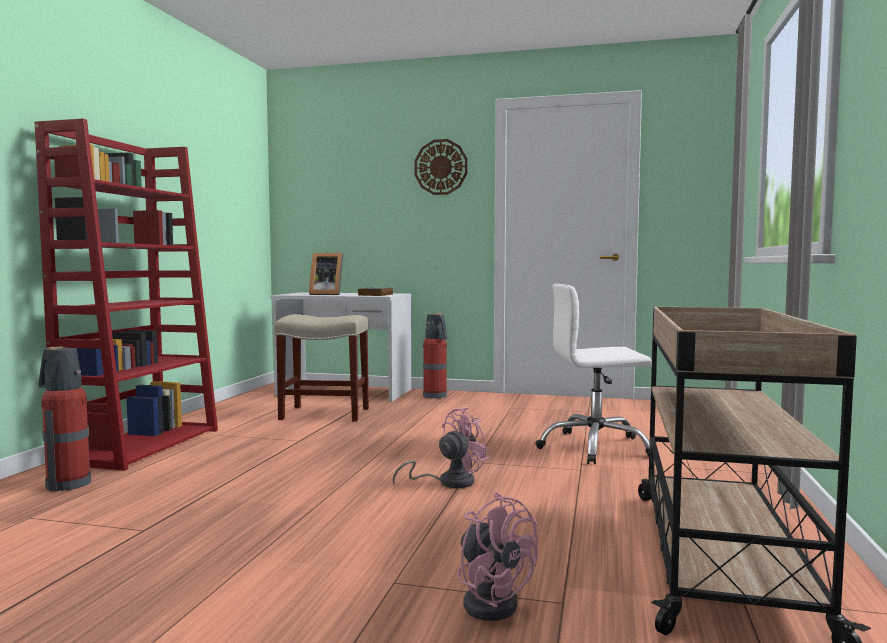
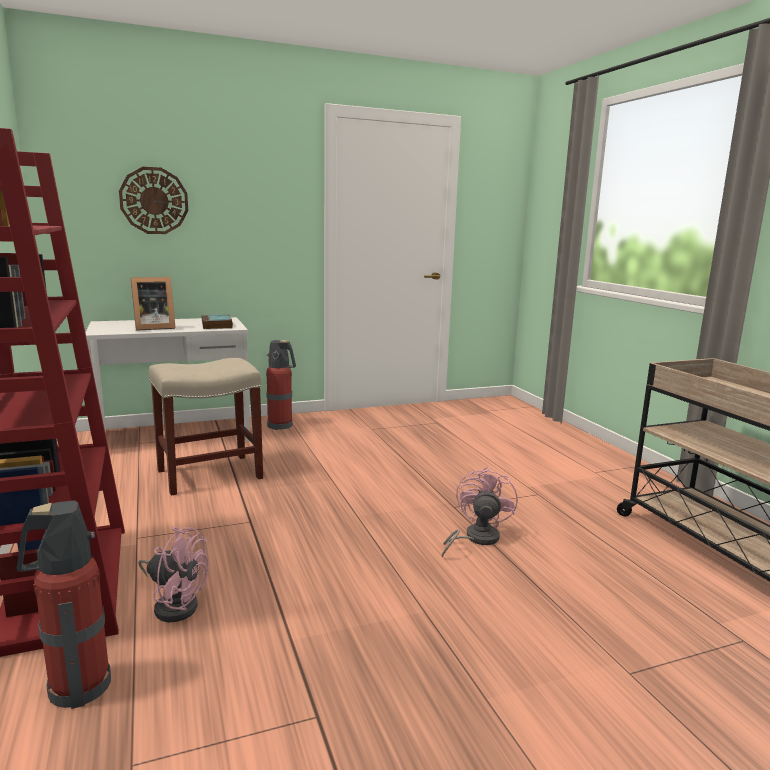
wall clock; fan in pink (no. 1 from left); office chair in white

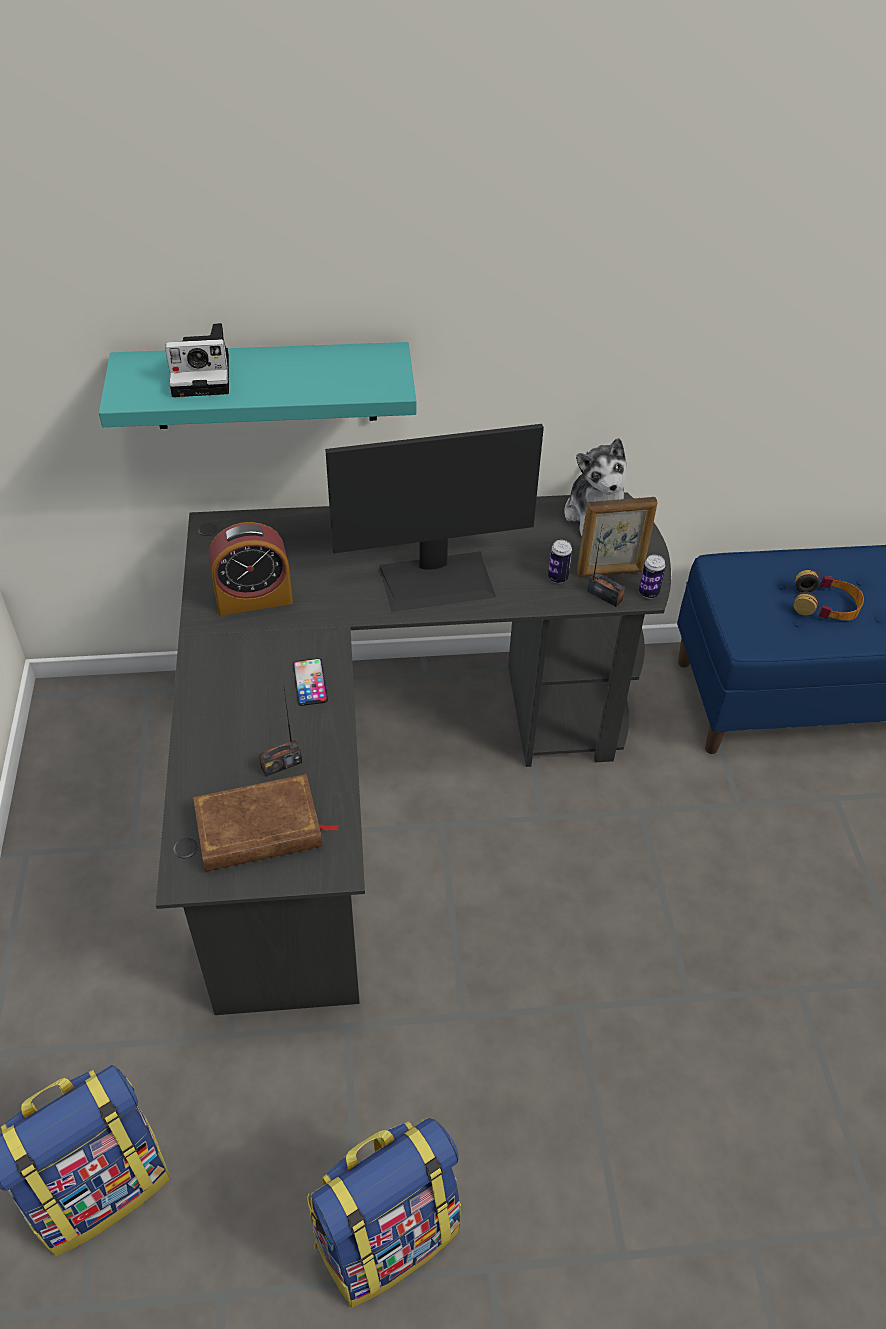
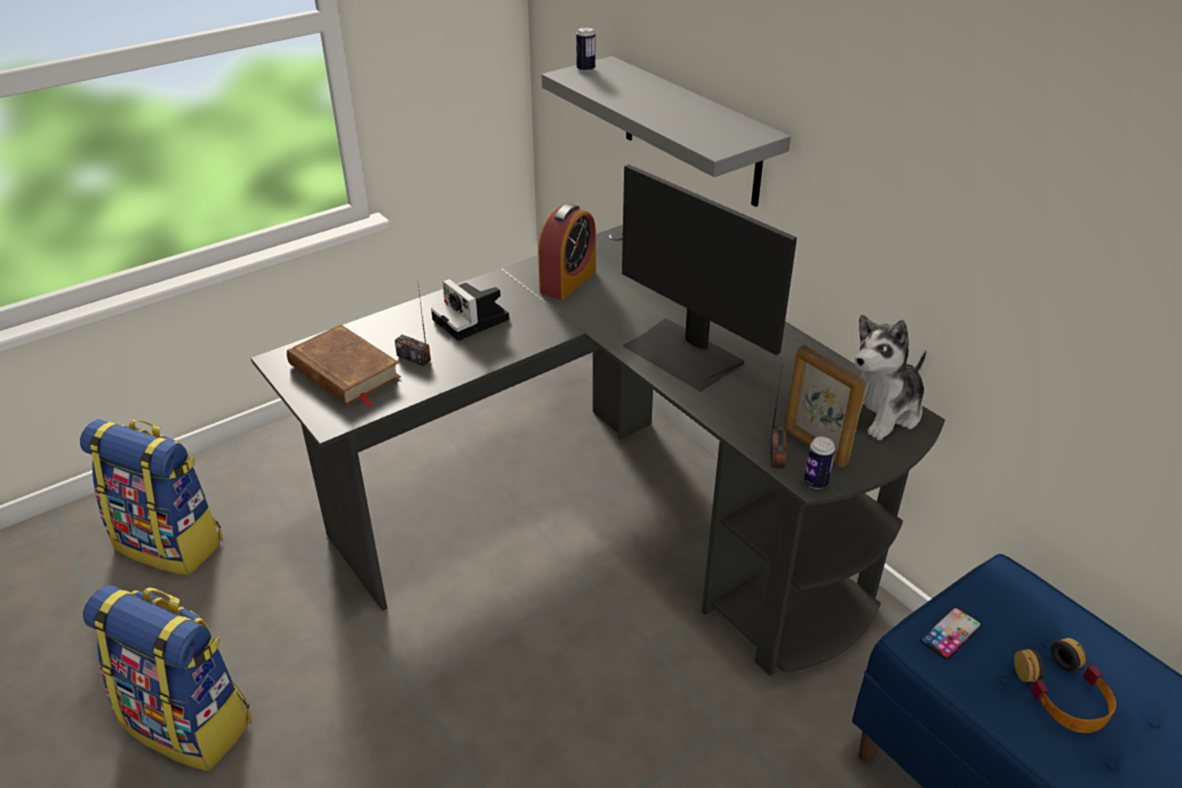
photo camera; alarm clock; shelf in grey; can (no. 1 from left); phone

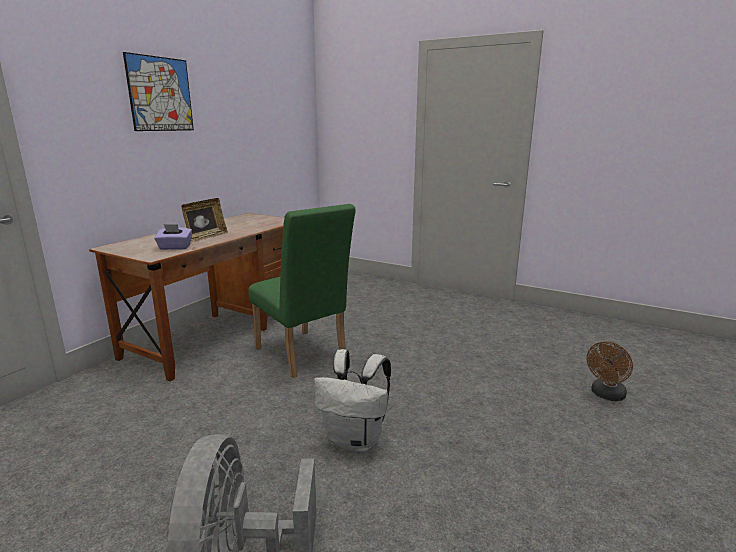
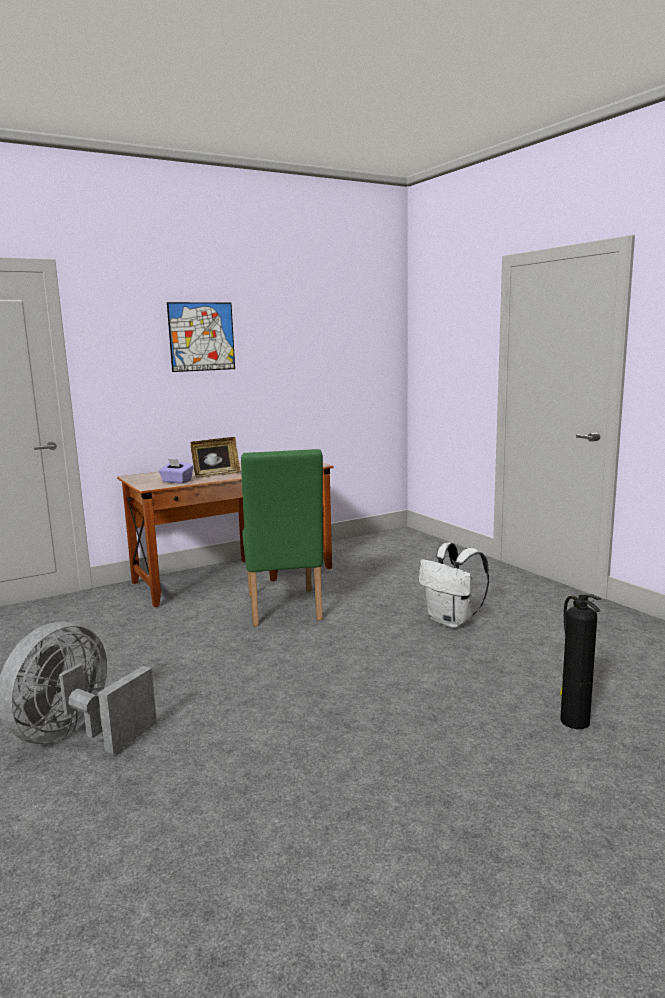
backpack in white; fire extinguisher

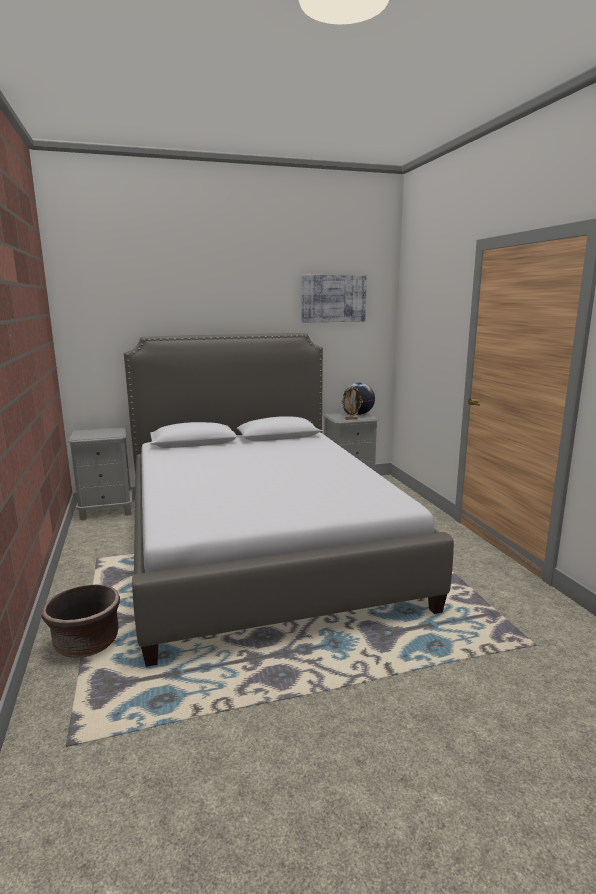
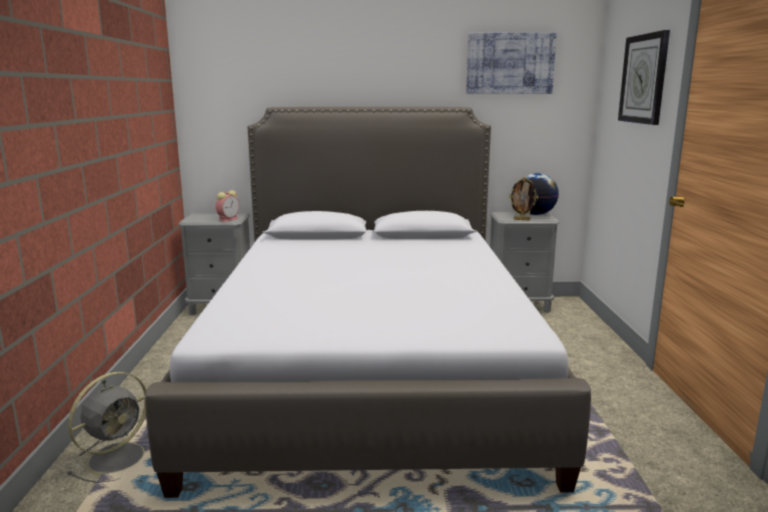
fan in grey; alarm clock; wall clock

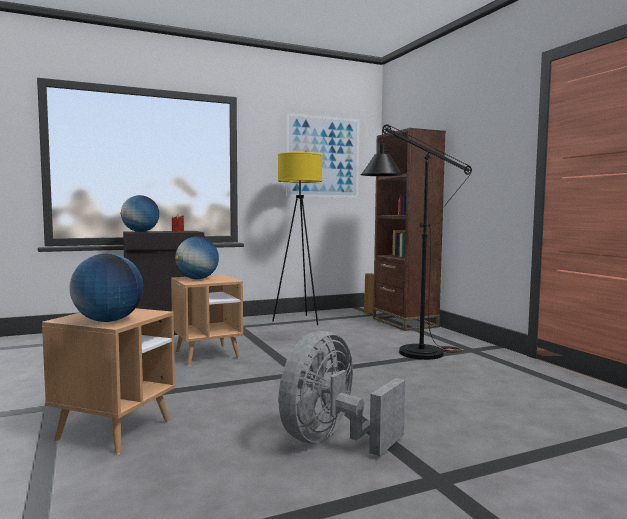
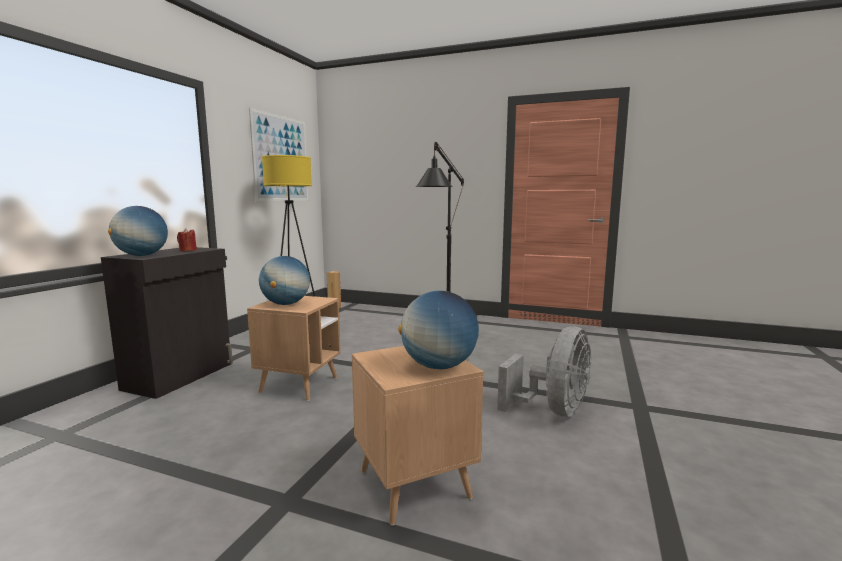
fan in grey; bookcase in brown

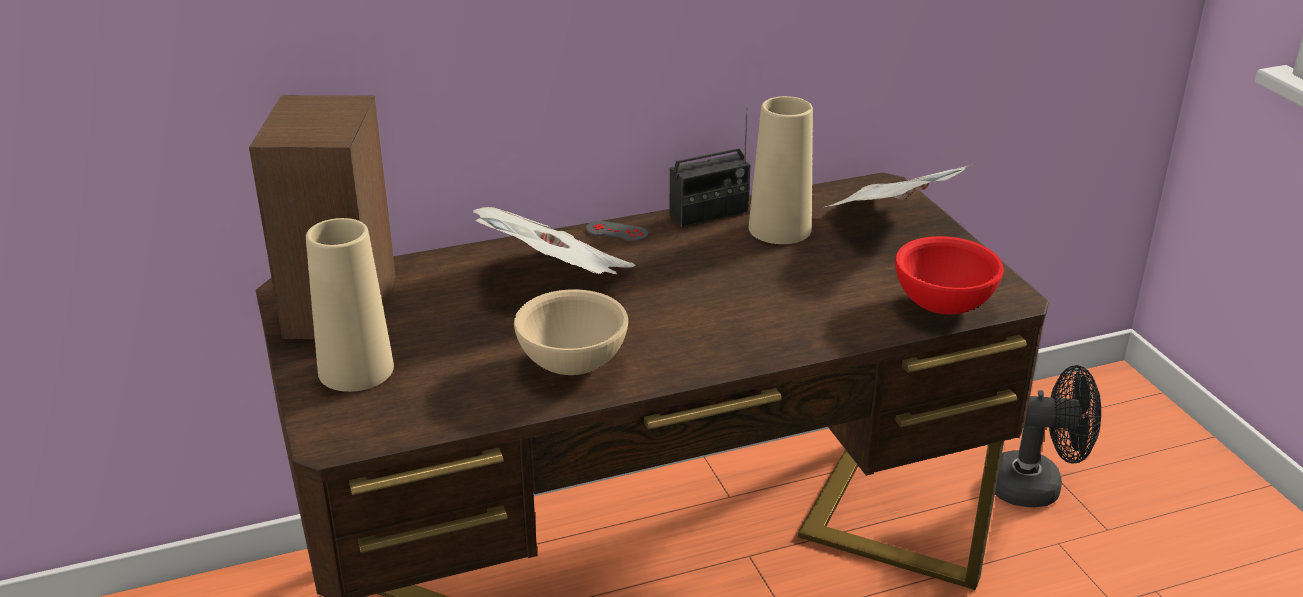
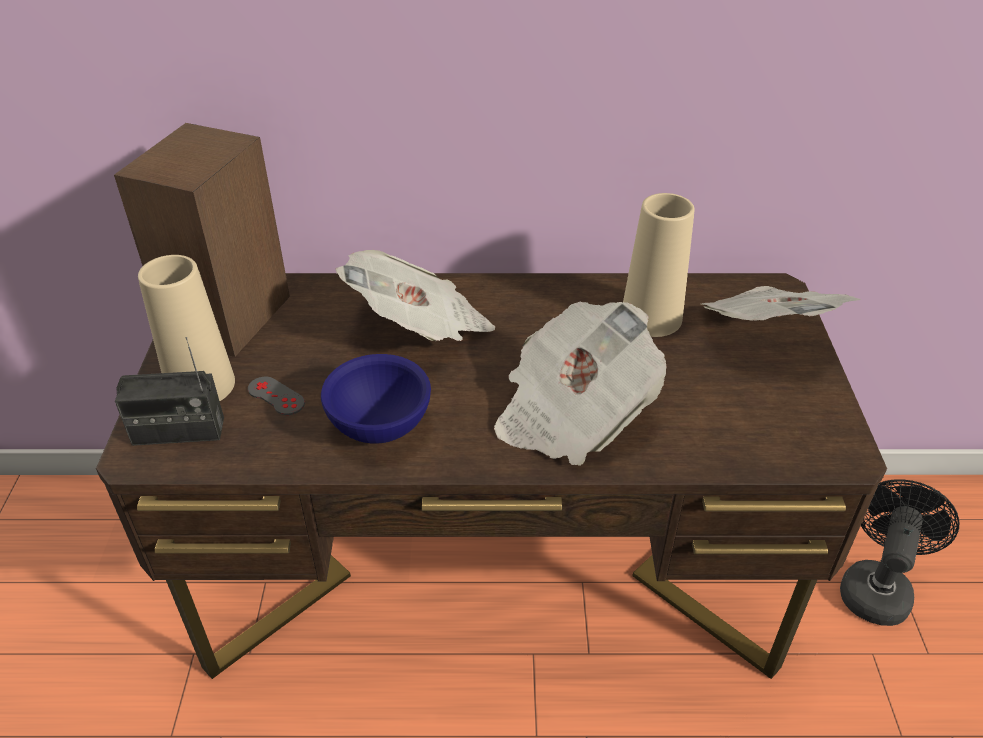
radio; game controller in grey; bowl in blue; newspaper (no. 2 from left); fan in black; bowl in red

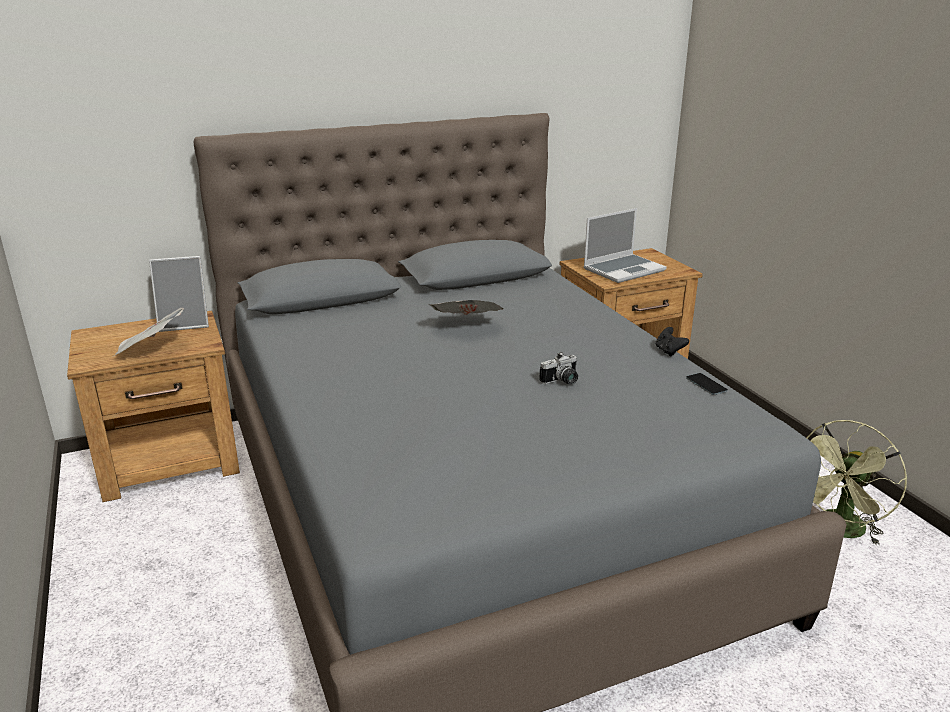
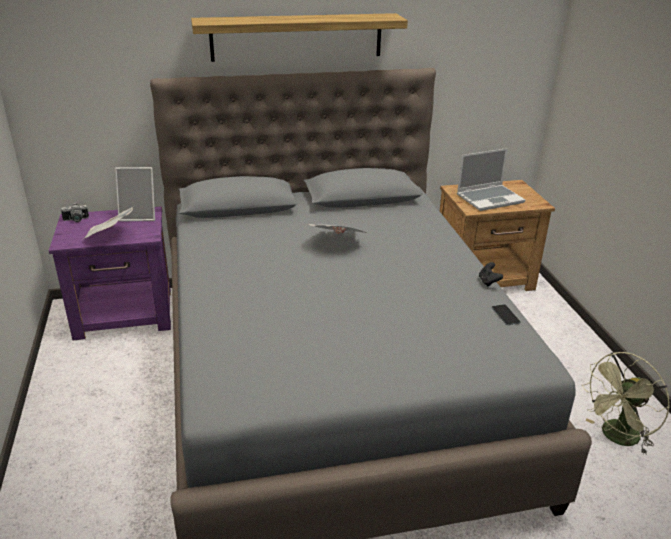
nightstand in purple; photo camera; shelf

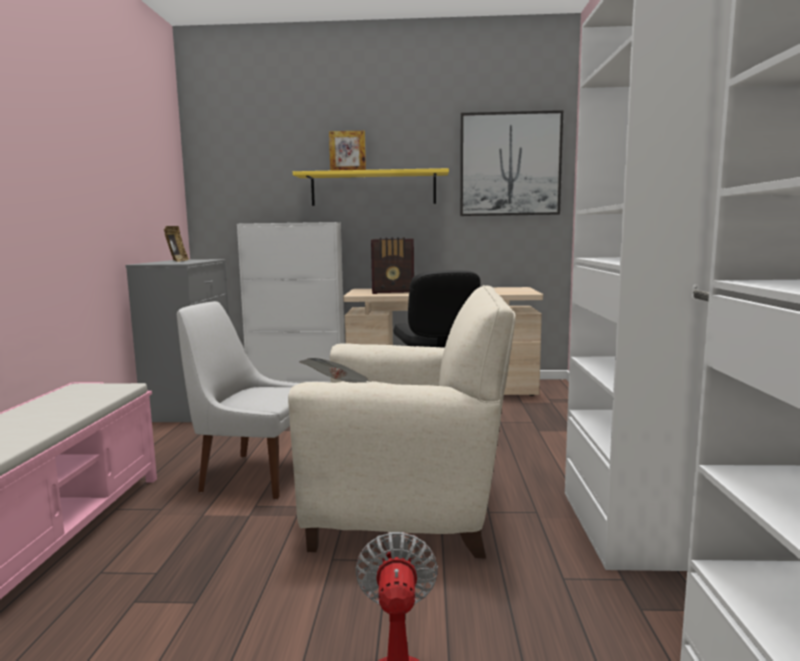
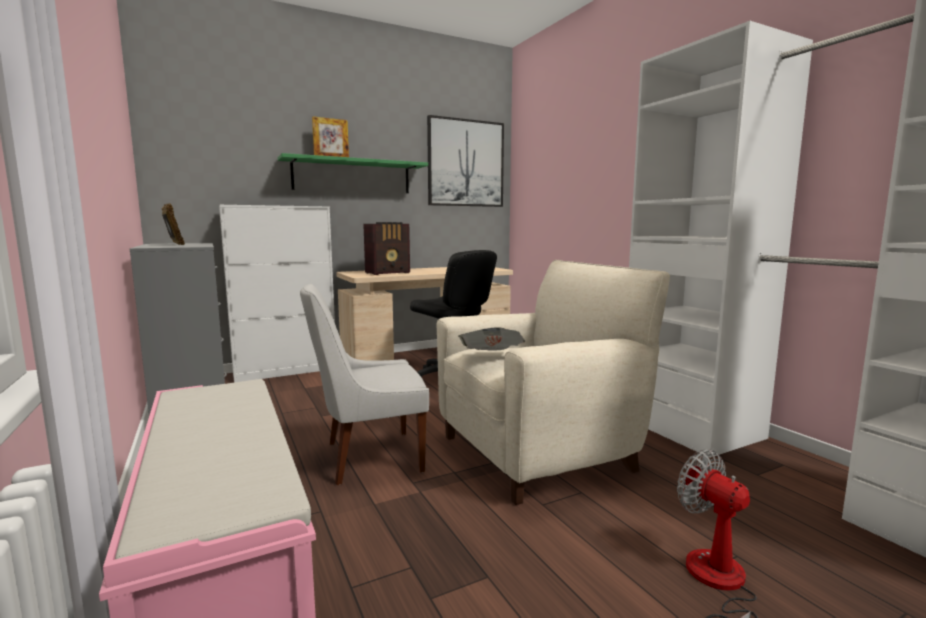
shelf in green

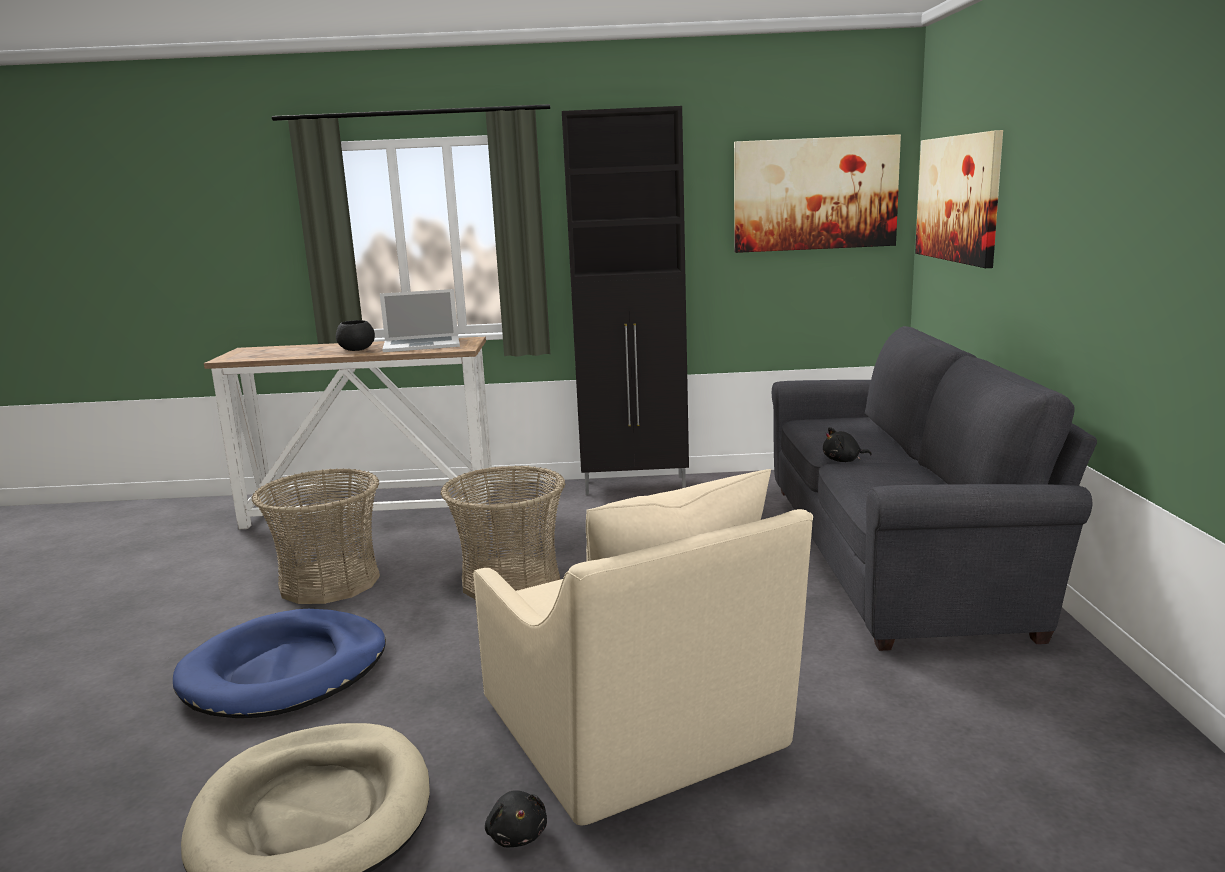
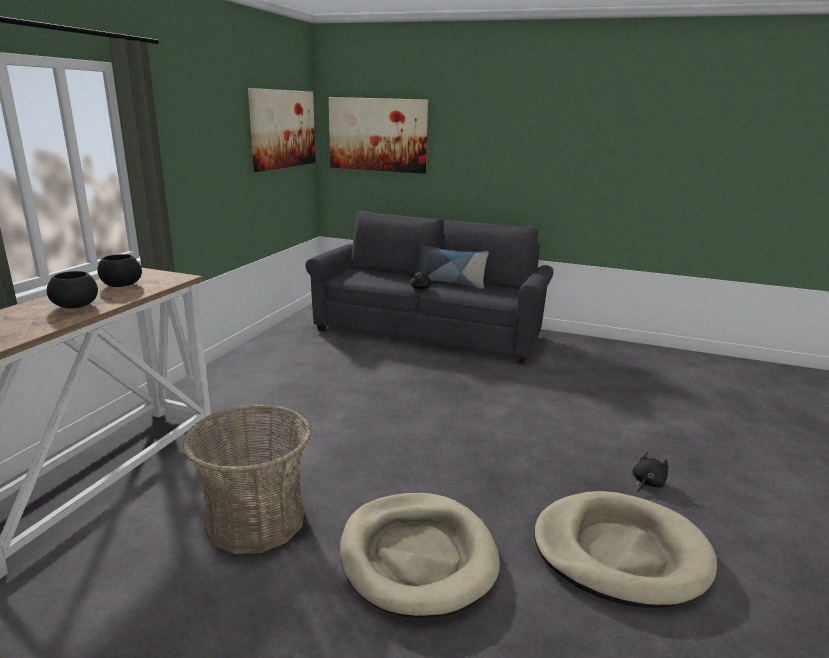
bowl in black (no. 2 from left); dog bed in beige (no. 1 from left); pillow; plush toy in black (no. 2 from left); basket (no. 2 from left in the first image); armchair in beige; cabinet in black

